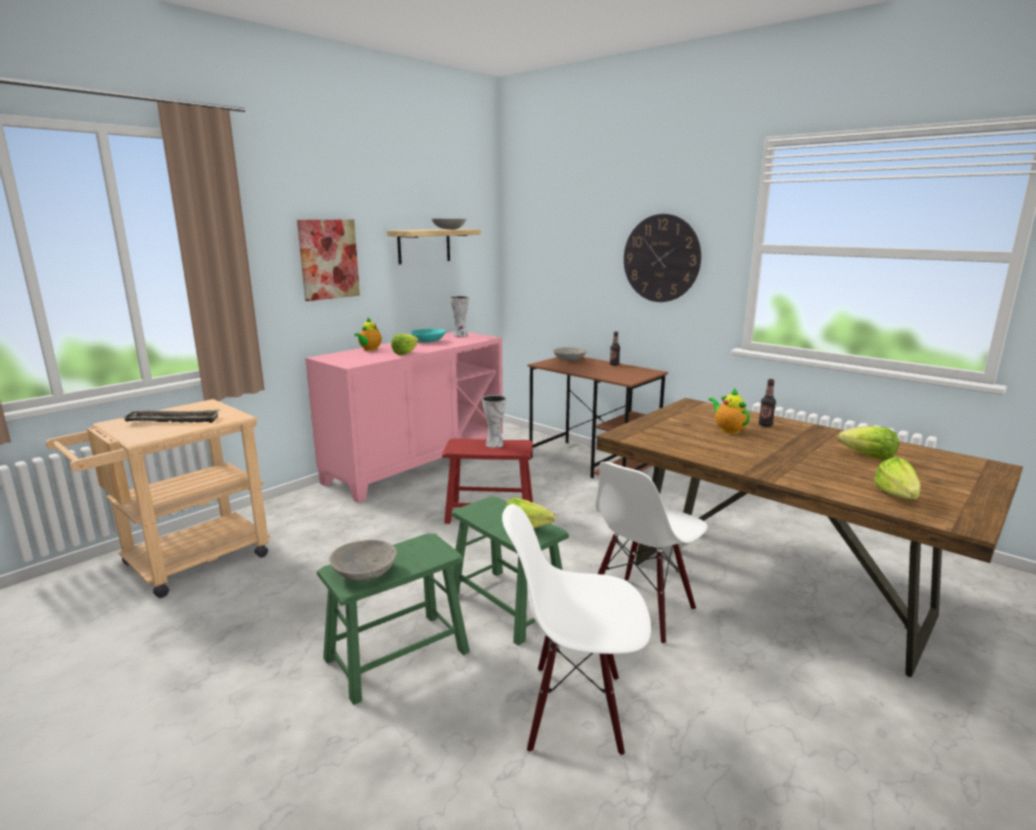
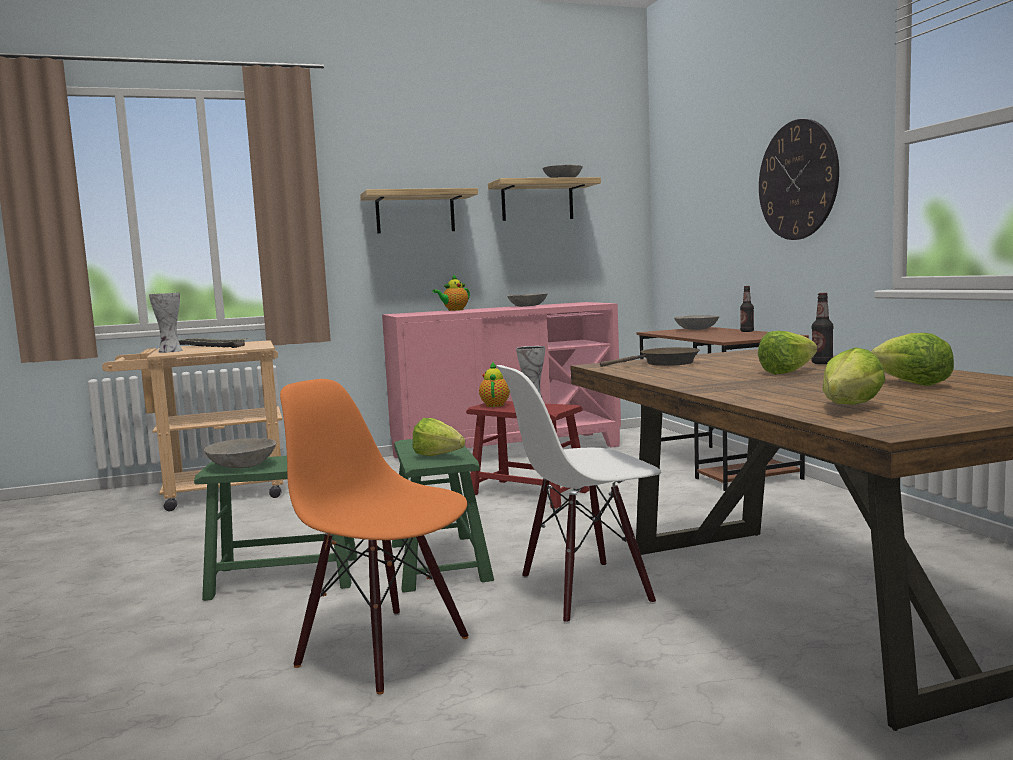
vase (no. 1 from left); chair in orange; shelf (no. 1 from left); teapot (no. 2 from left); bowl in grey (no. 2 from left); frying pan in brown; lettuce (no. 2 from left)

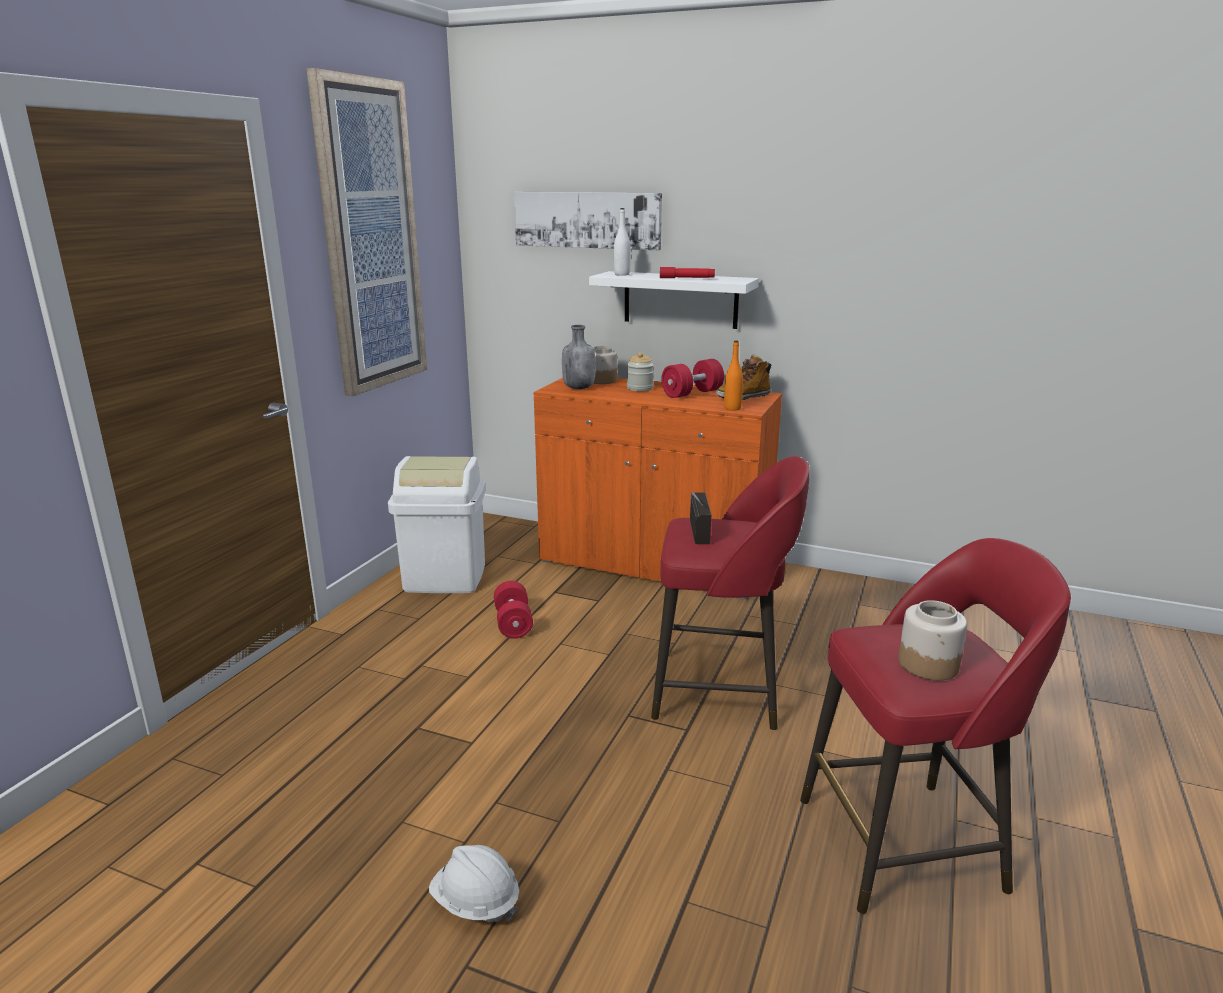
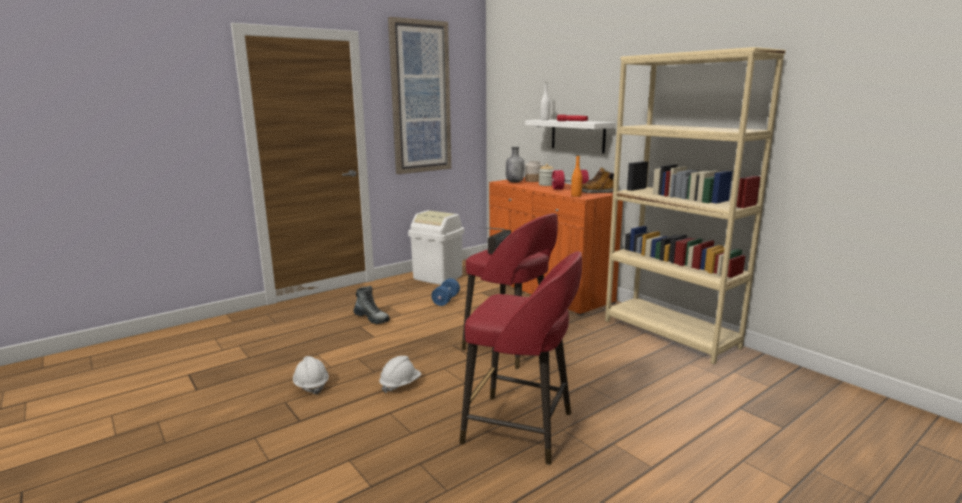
boot (no. 1 from left); hard hat in white (no. 2 from left); dumbbell in blue; bookcase in beige; picture (no. 2 from left in the first image); jar (no. 3 from left in the first image)

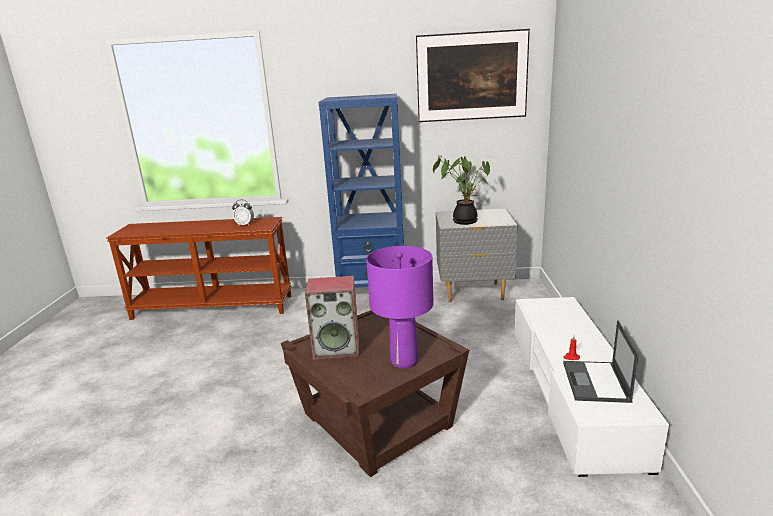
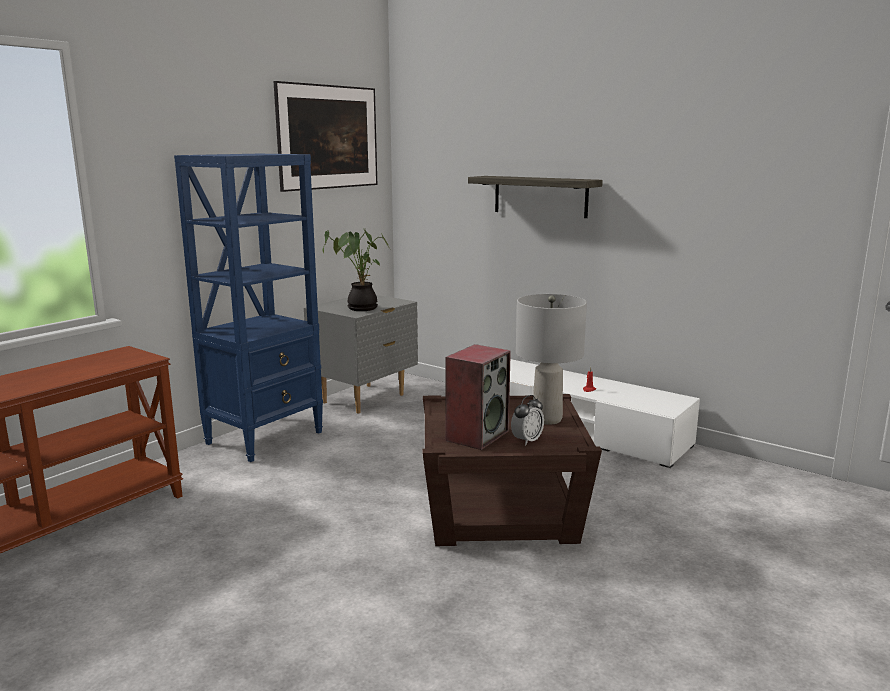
shelf; alarm clock; table lamp in grey; laptop

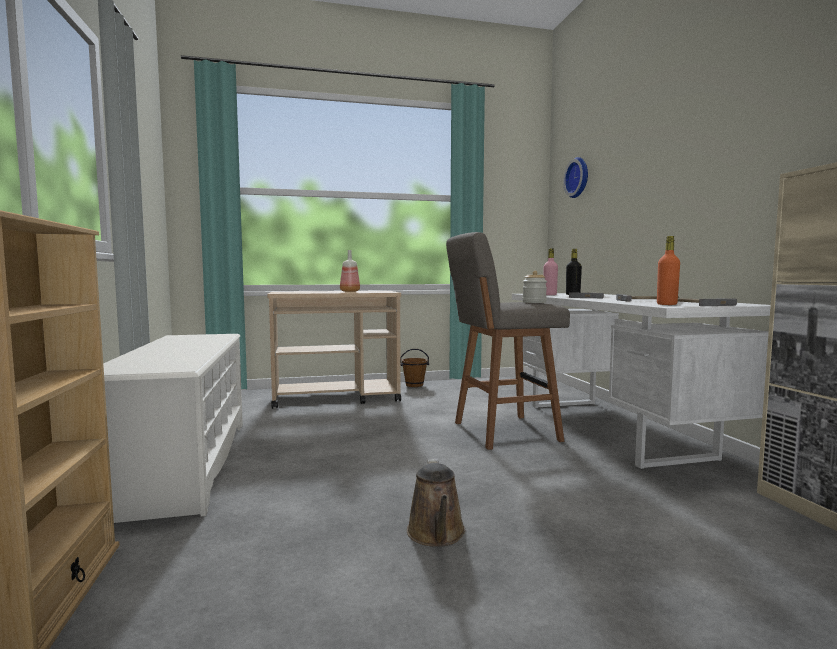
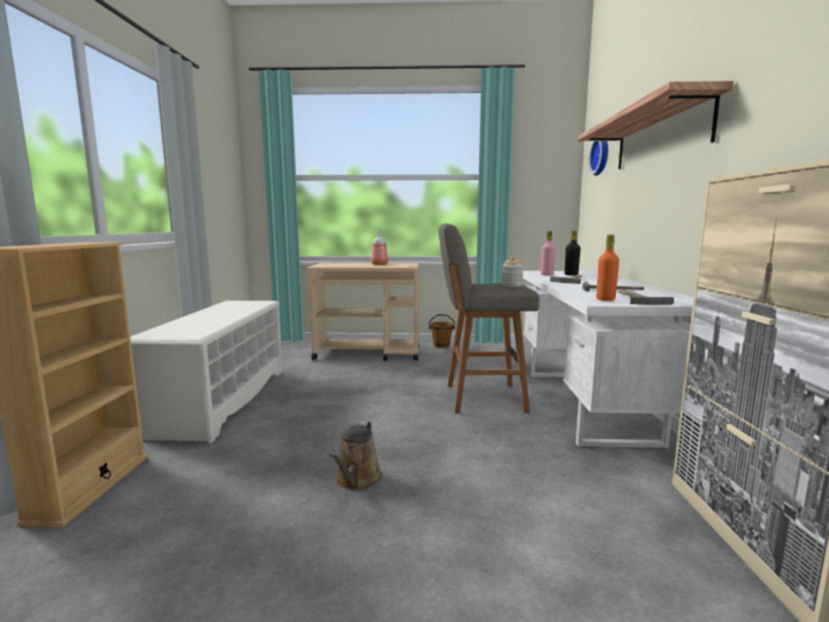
shelf

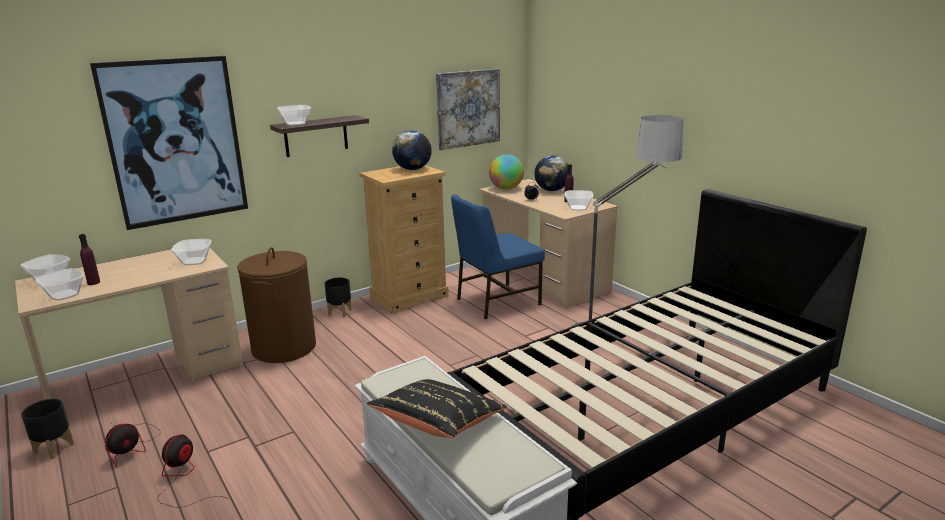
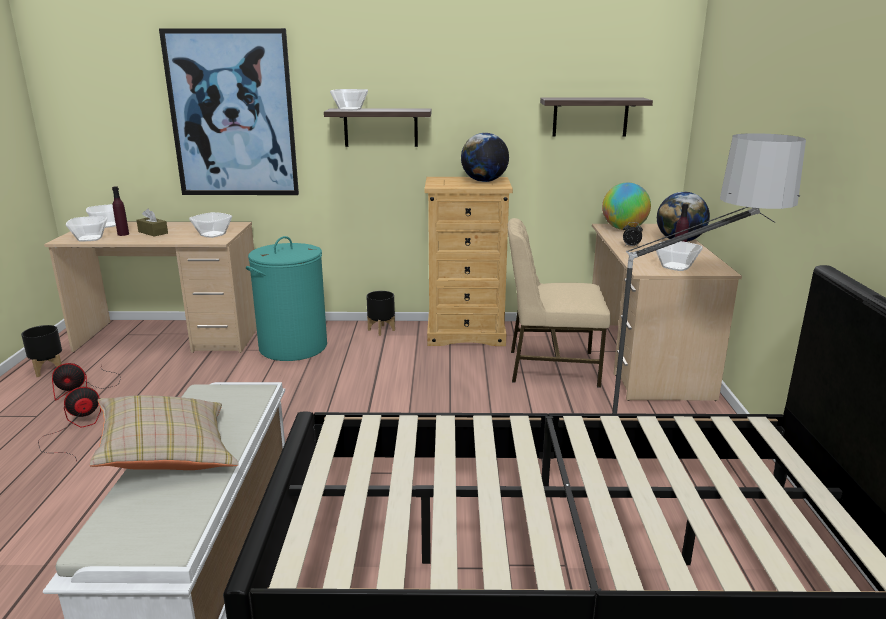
pillow in beige; tissue box in brown; laundry basket in turquoise; chair in beige; shelf (no. 2 from left)

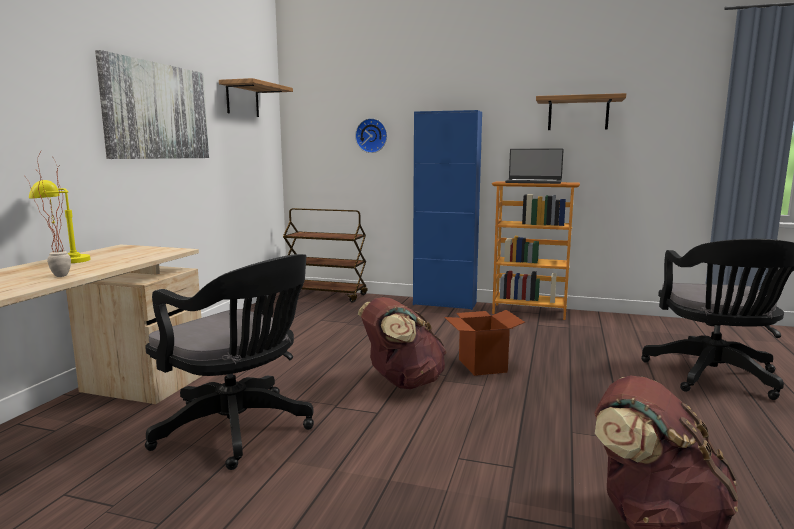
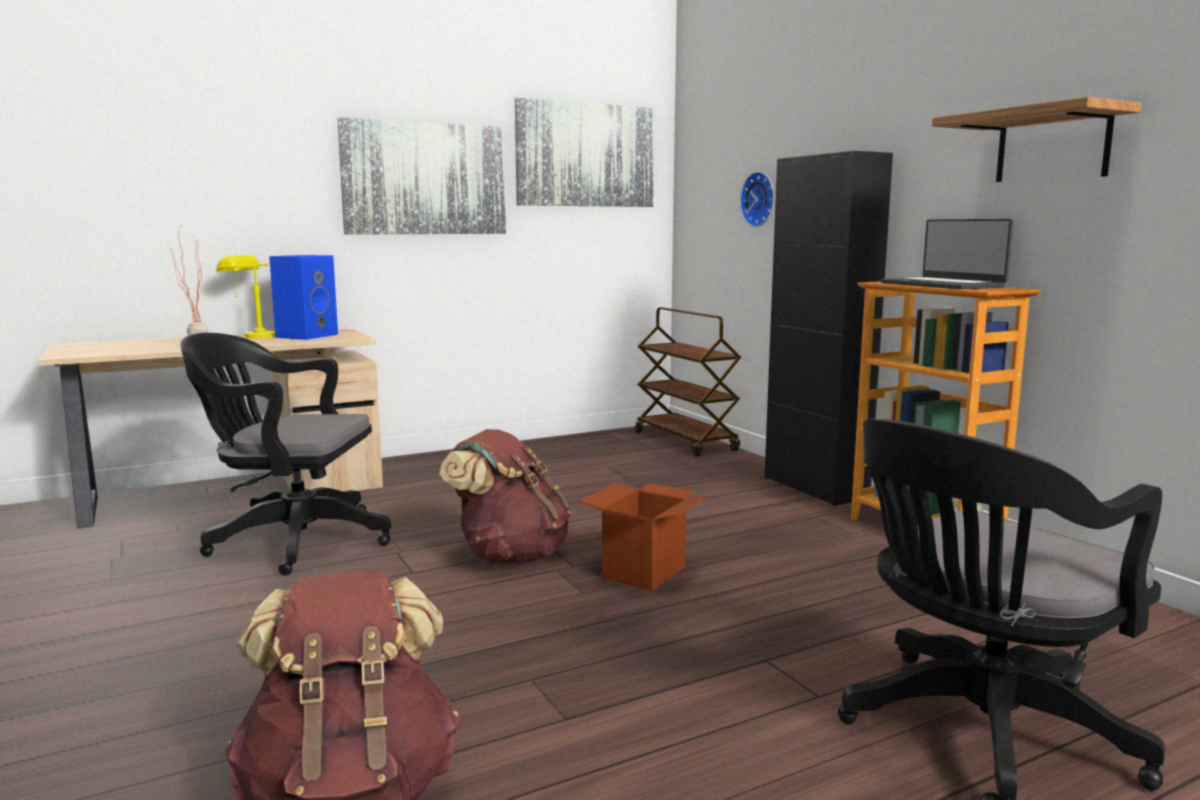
office chair in black (no. 1 from left); speaker in blue; picture (no. 2 from left); cabinet in black

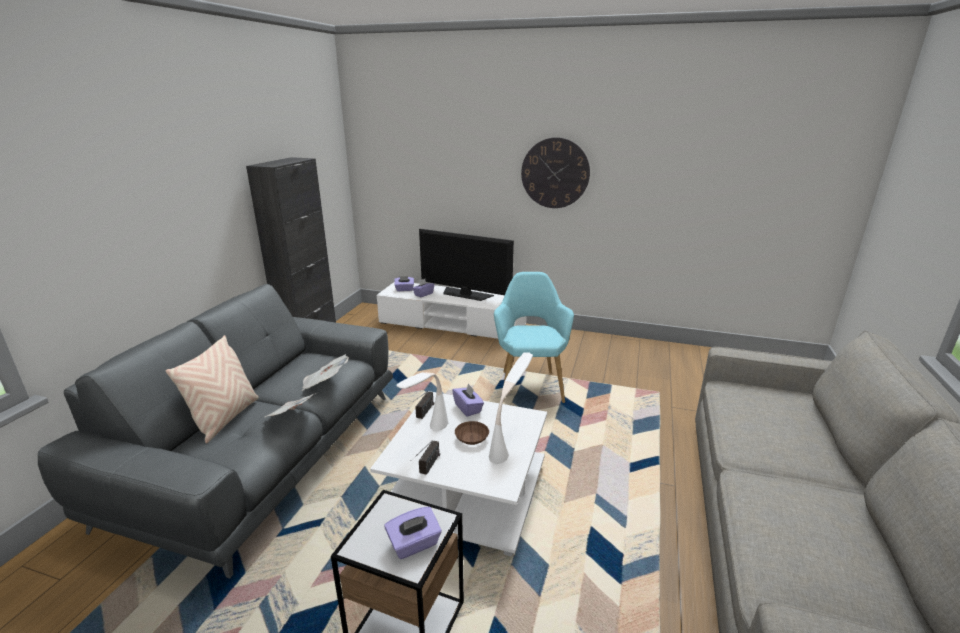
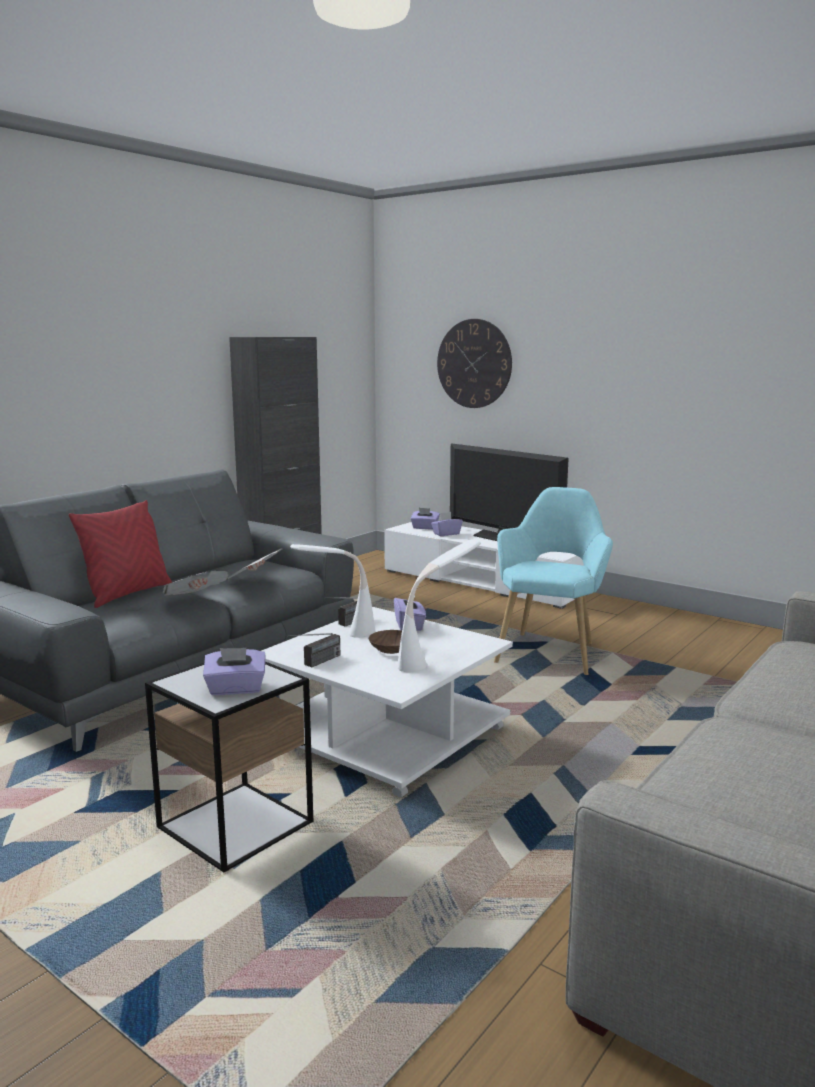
pillow in red; wall clock

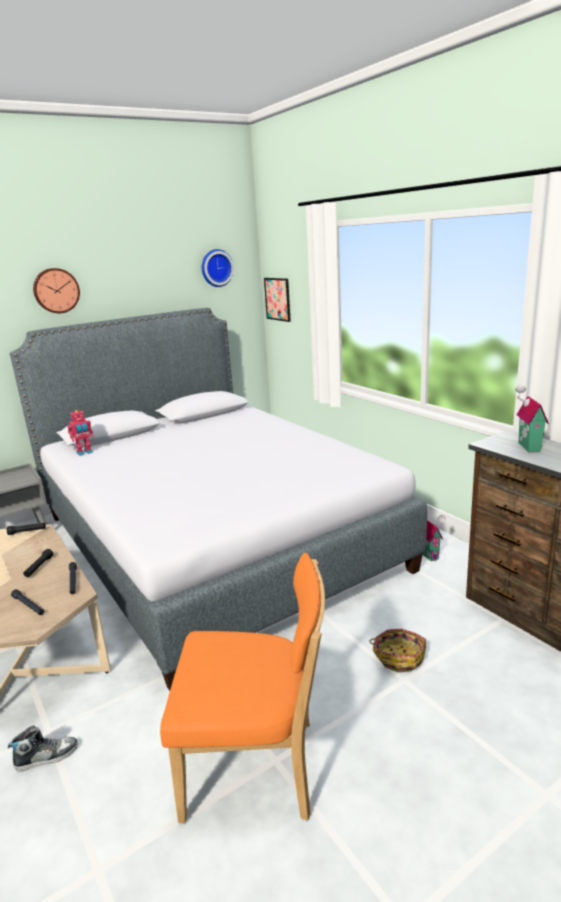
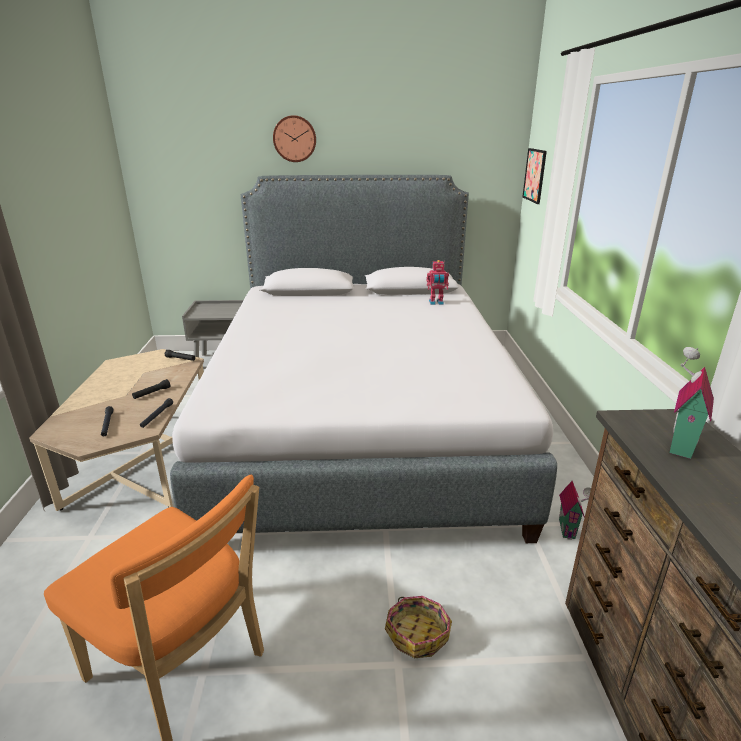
toy robot; shoe; wall clock (no. 2 from left in the first image)

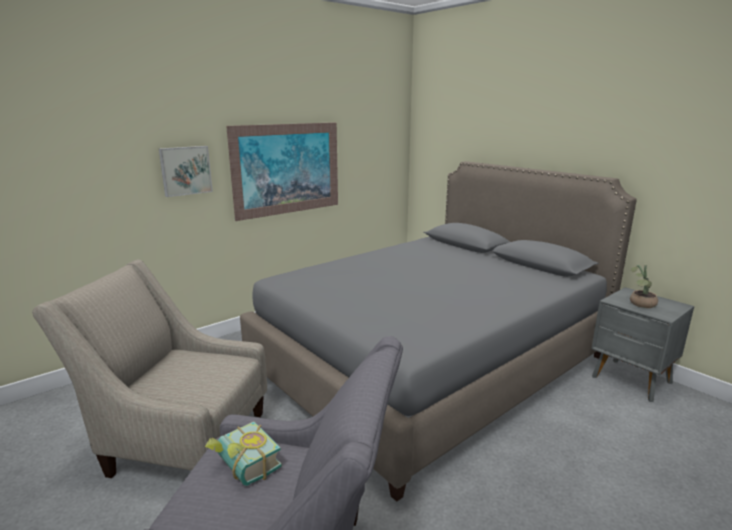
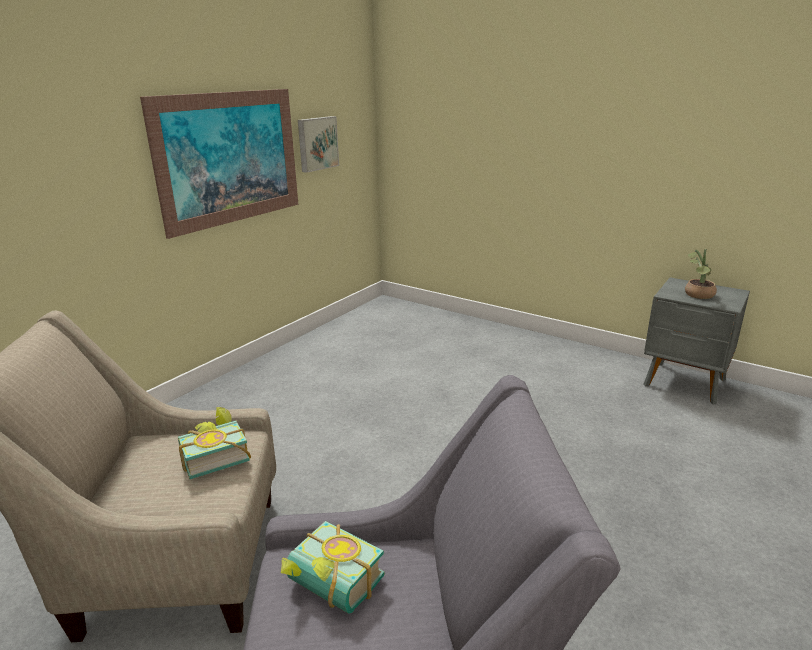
book (no. 1 from left); picture (no. 2 from left); bed in grey

